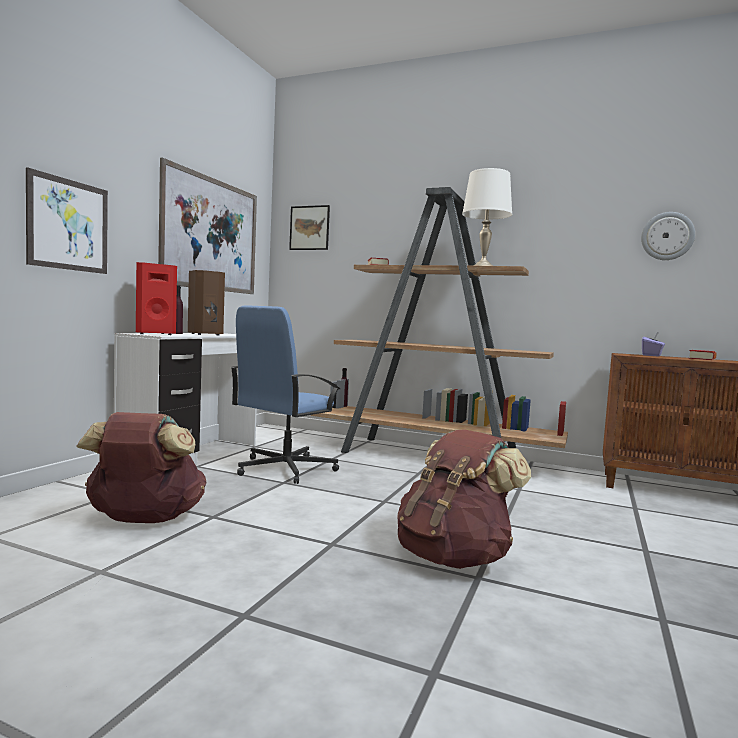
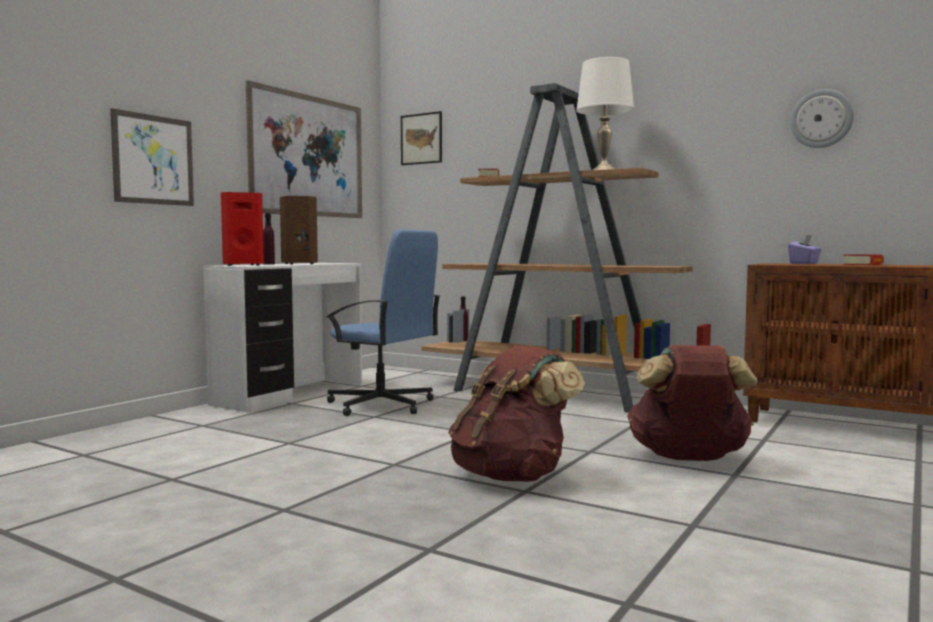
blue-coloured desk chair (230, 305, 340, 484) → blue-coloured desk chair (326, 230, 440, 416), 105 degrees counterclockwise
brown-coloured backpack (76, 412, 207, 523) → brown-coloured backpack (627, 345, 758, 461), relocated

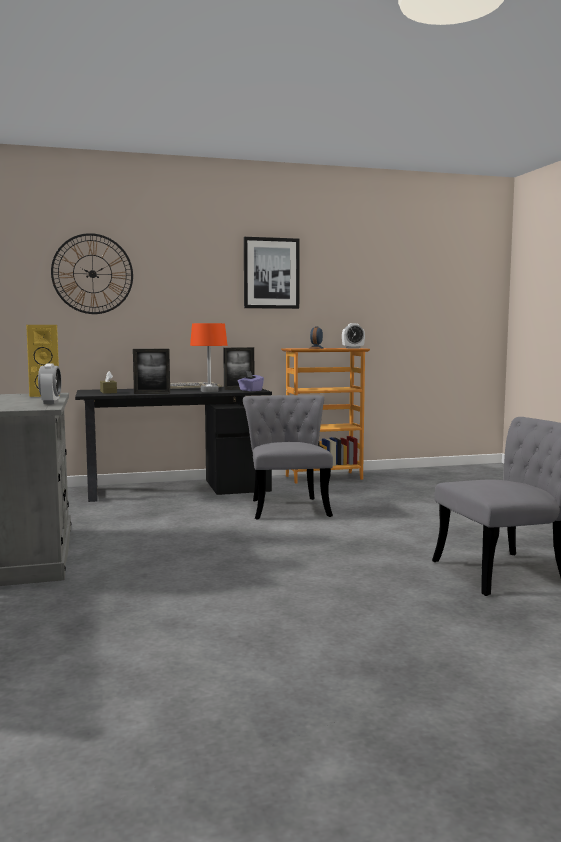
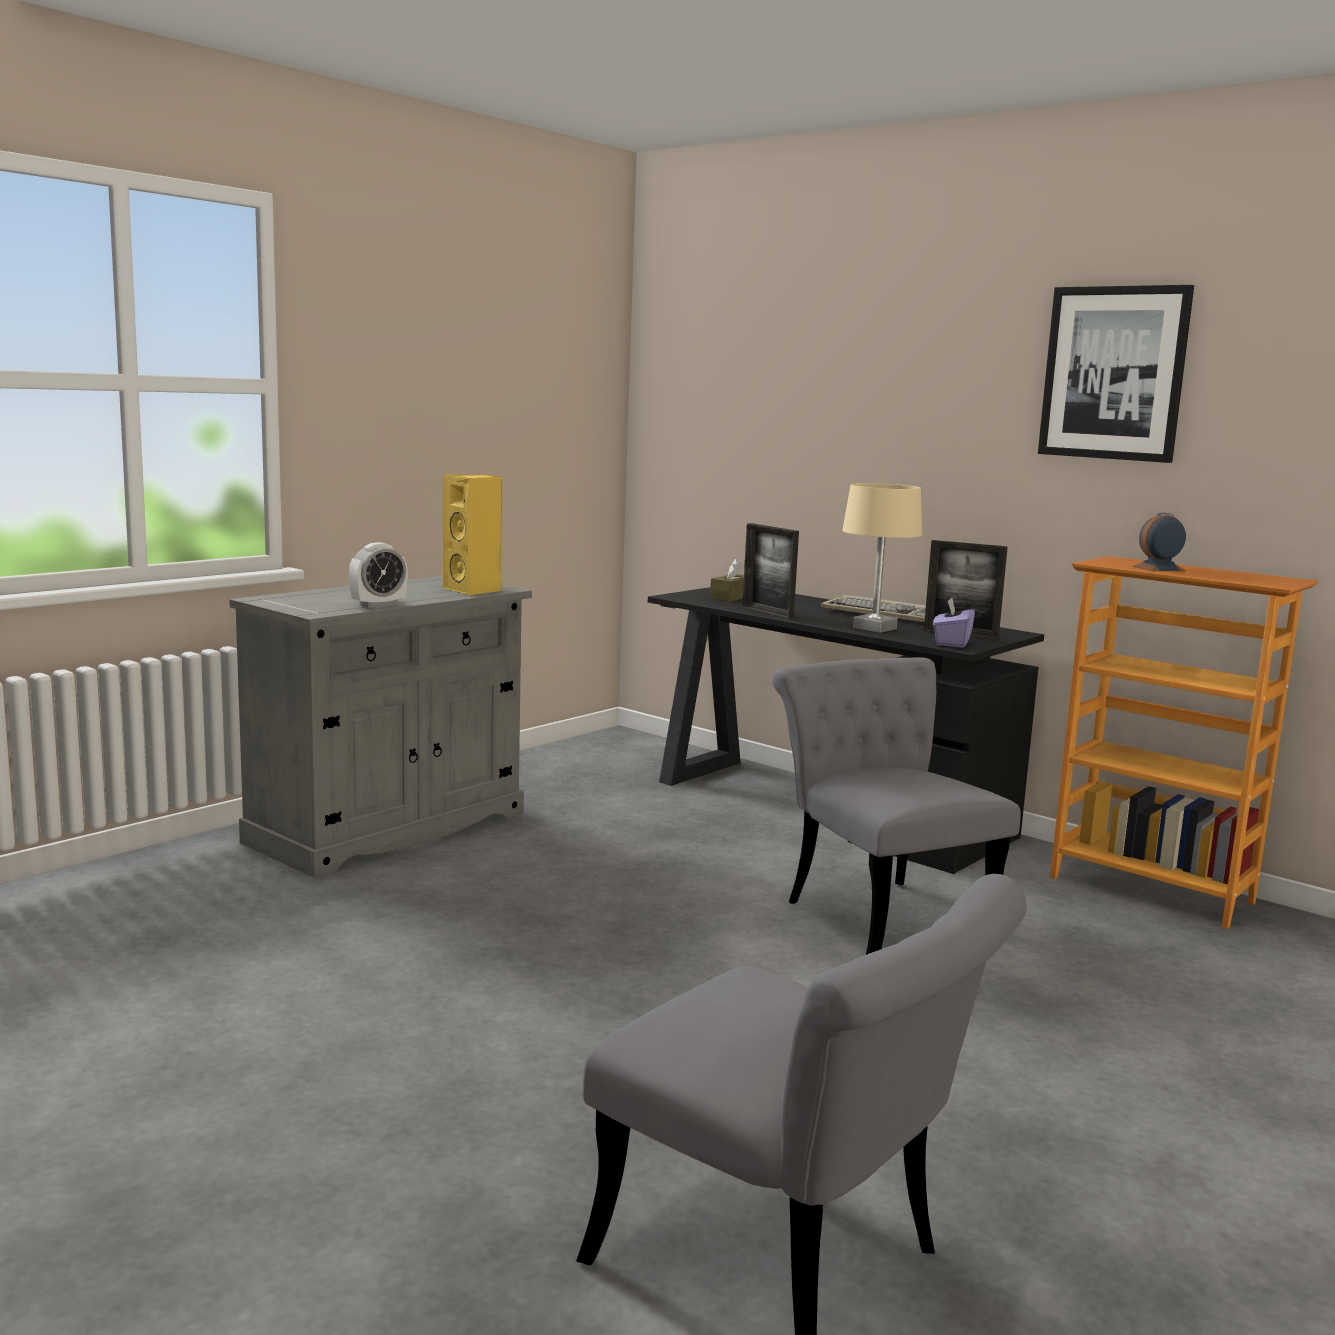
greyish upright chair (243, 395, 333, 519) → greyish upright chair (772, 657, 1021, 955), 75 degrees counterclockwise
orange table lamp (190, 323, 227, 392) → sand-coloured table lamp (842, 483, 922, 633)
wall clock (51, 233, 133, 314) → -
alarm clock (342, 323, 365, 348) → -

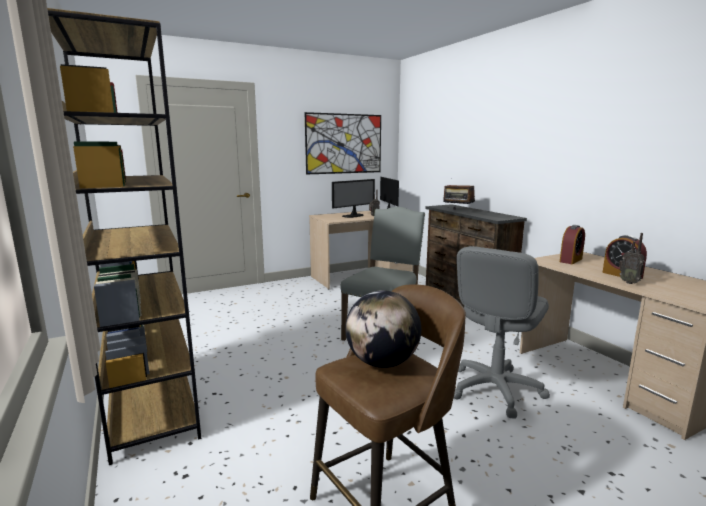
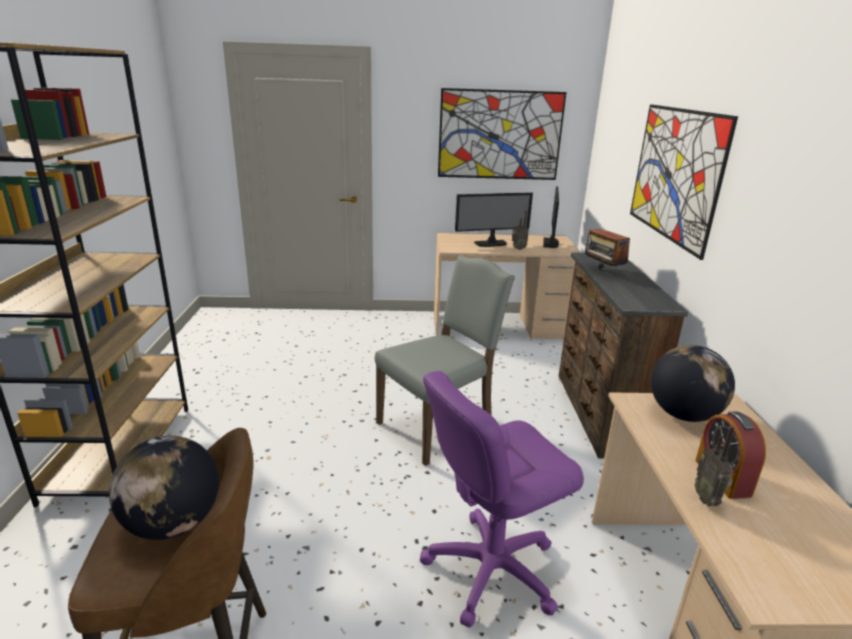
greyish desk chair (454, 246, 550, 418) → purplish desk chair (420, 371, 584, 628)
- → wall art (630, 104, 738, 260)
alarm clock (560, 225, 585, 264) → world globe (651, 345, 735, 422)

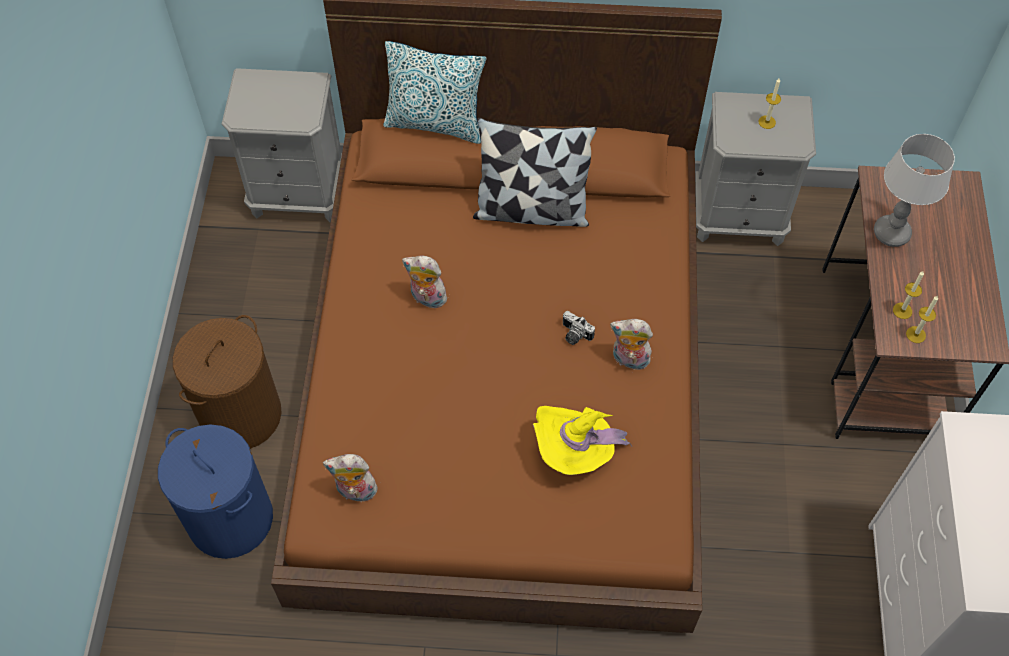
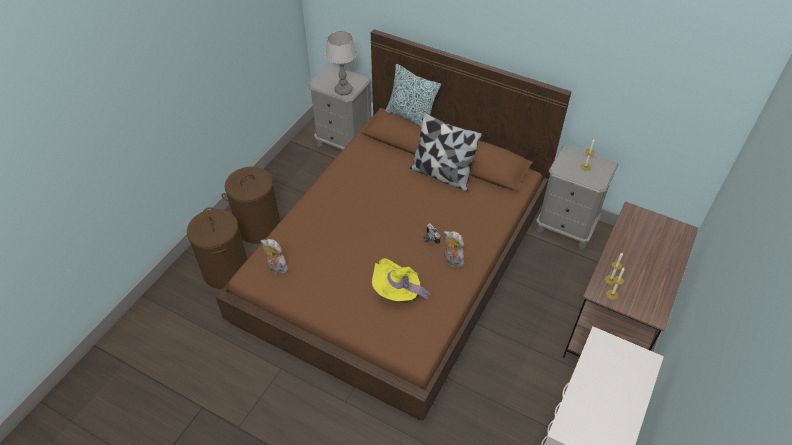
blue-coloured laundry basket (158, 425, 273, 559) → brown-coloured laundry basket (187, 207, 247, 289)
table lamp (874, 134, 955, 247) → table lamp (326, 31, 357, 95), relocated
plush toy (402, 256, 447, 308) → -

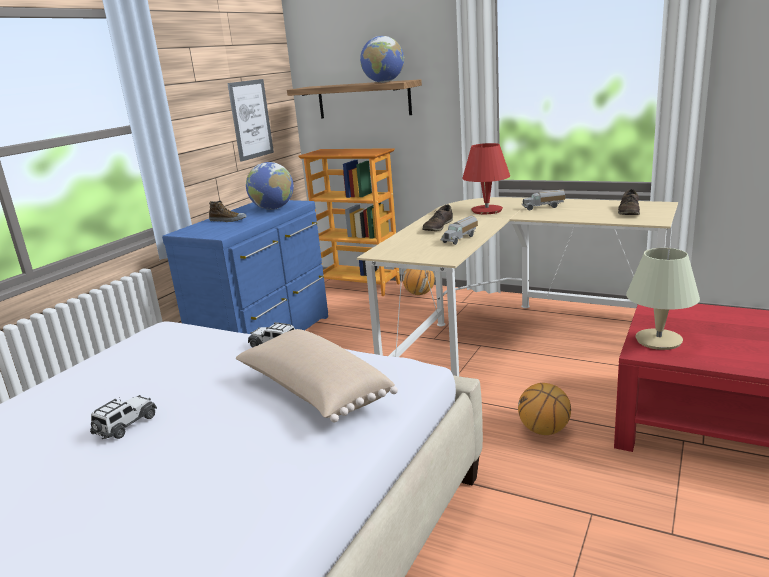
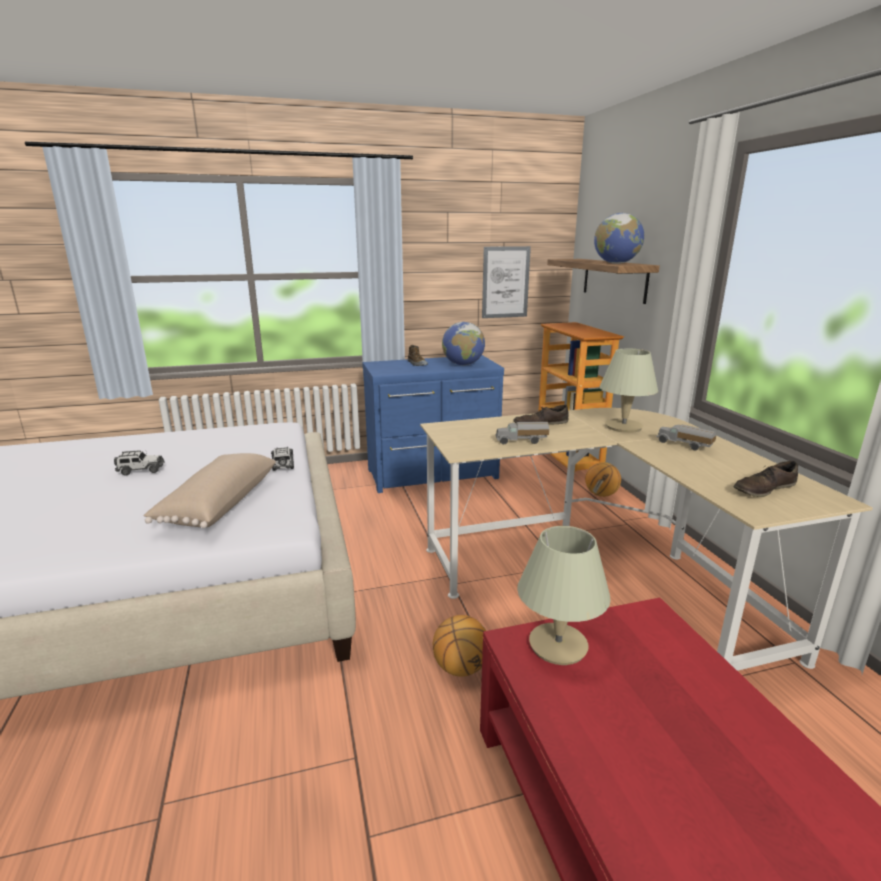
reddish table lamp (462, 143, 510, 214) → sand-coloured table lamp (600, 348, 658, 433)

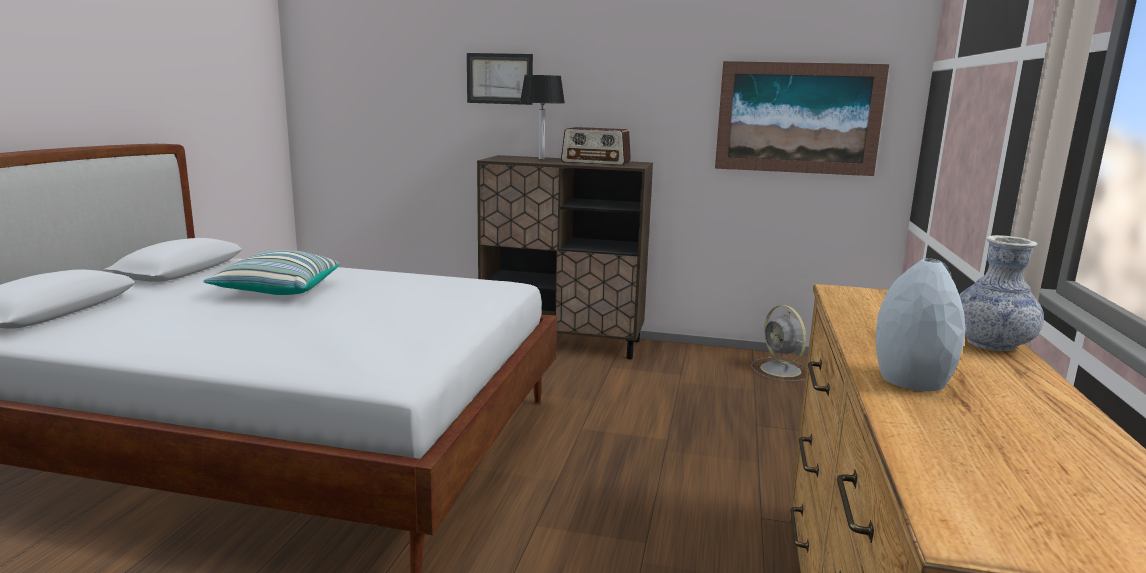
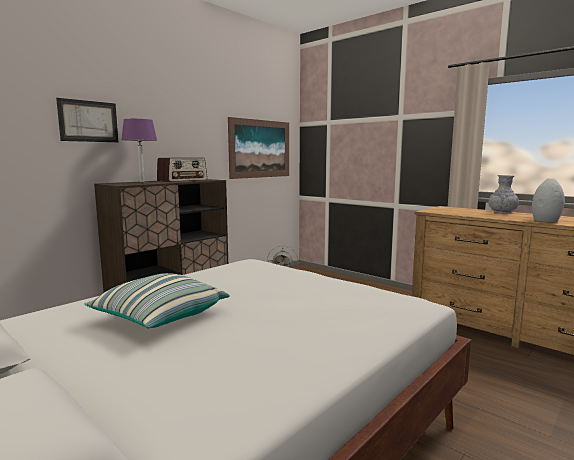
black-coloured table lamp (520, 75, 565, 159) → purplish table lamp (121, 119, 157, 182)

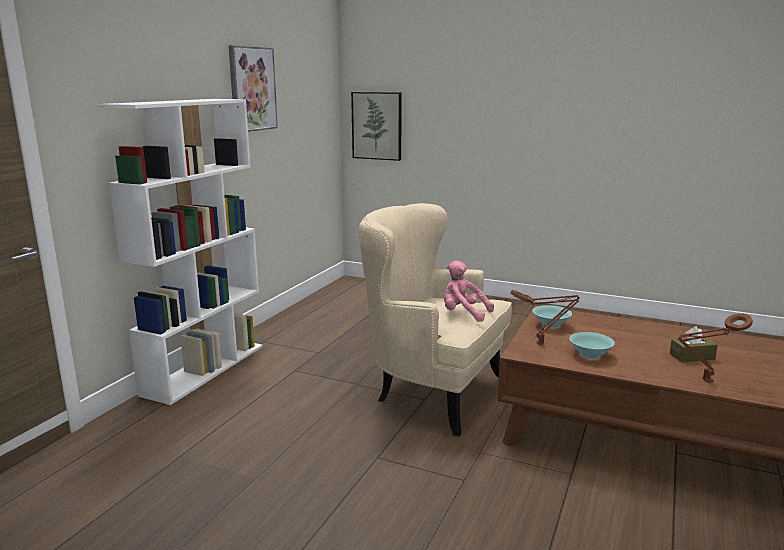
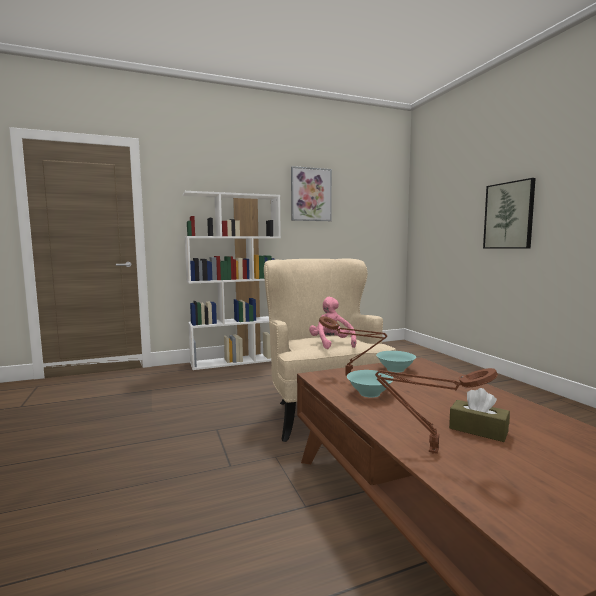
wall art (351, 92, 402, 161) → wall art (483, 178, 536, 248), relocated

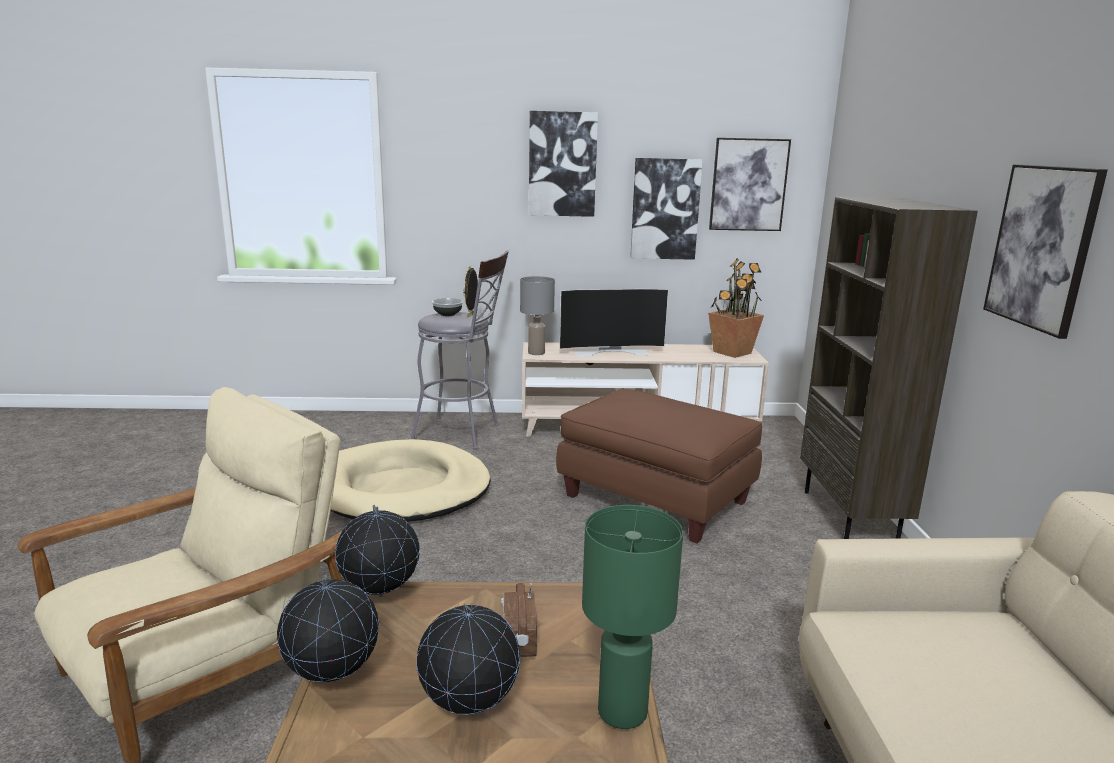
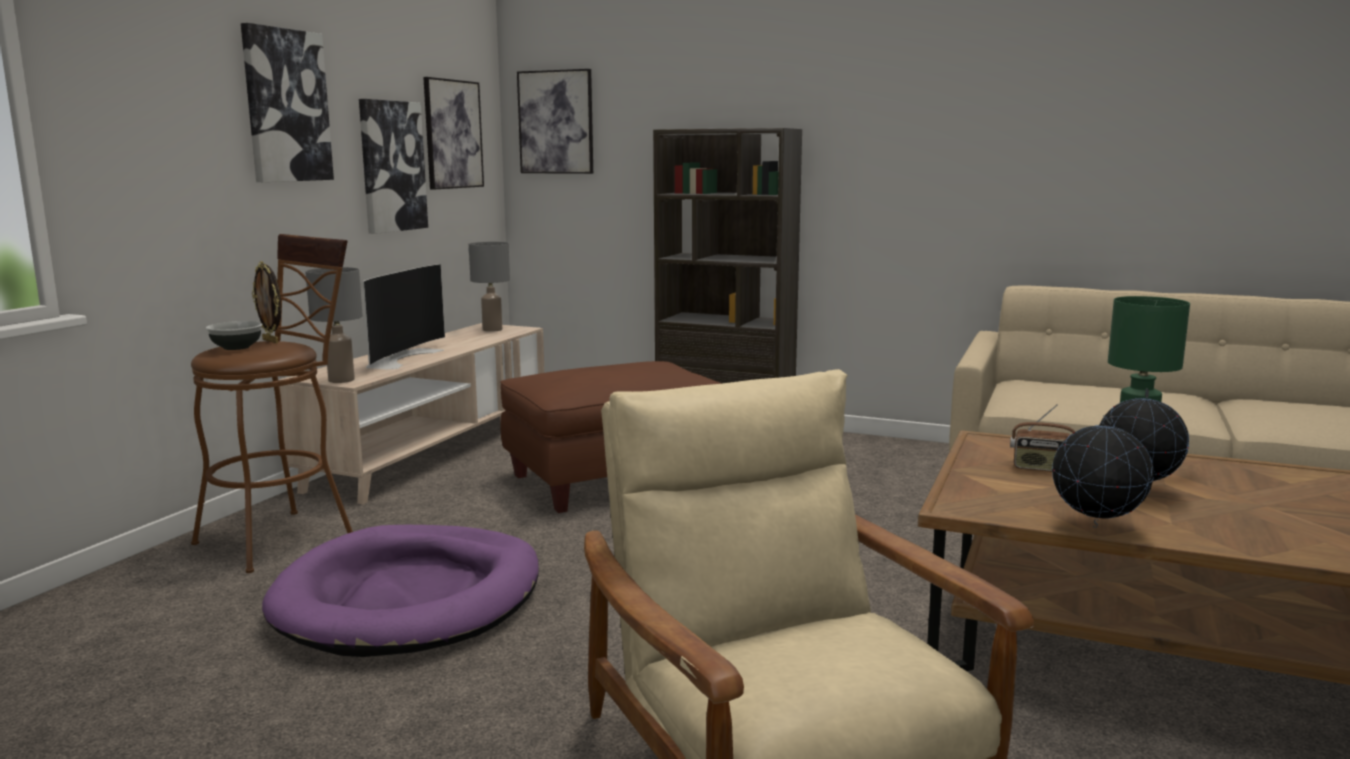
greyish stool seat (411, 251, 509, 450) → brown-coloured stool seat (191, 234, 353, 573)
sand-coloured dog bed (331, 439, 490, 522) → purplish dog bed (262, 525, 539, 657)
plant in a pot (708, 258, 764, 358) → greyish table lamp (469, 242, 510, 332)
wall art (983, 164, 1108, 339) → wall art (517, 69, 593, 174), relocated
world globe (335, 505, 420, 597) → -

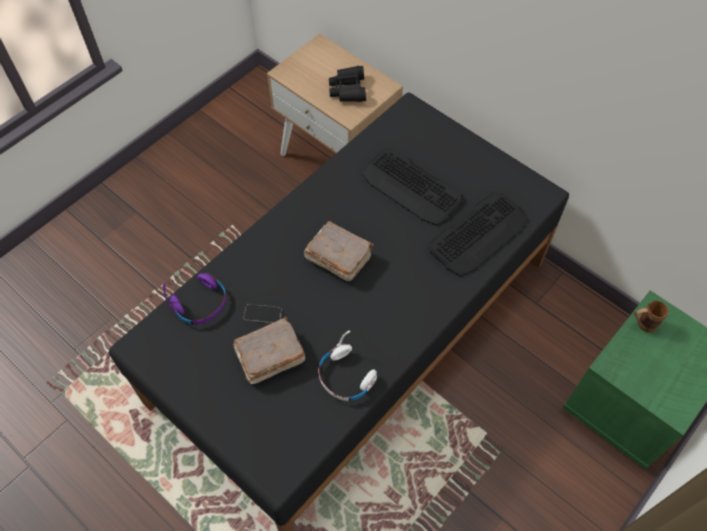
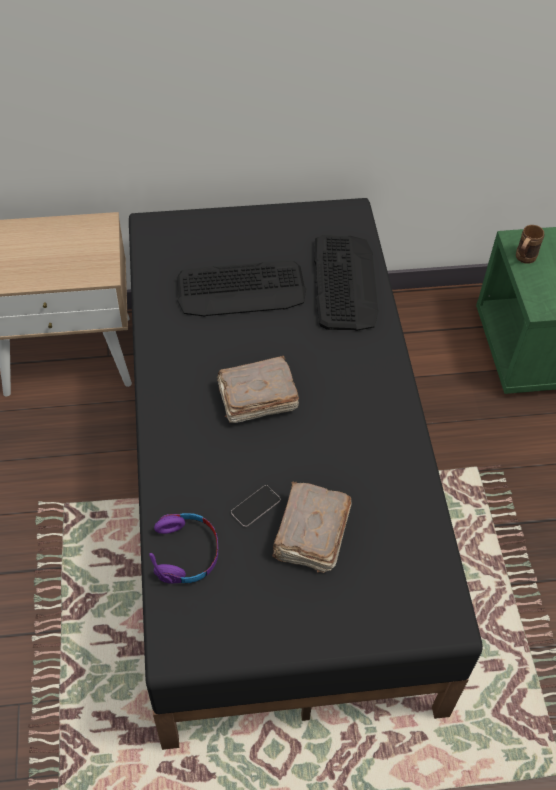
white pair of headphones (318, 331, 377, 401) → -
black-coloured binoculars (329, 66, 366, 102) → -

